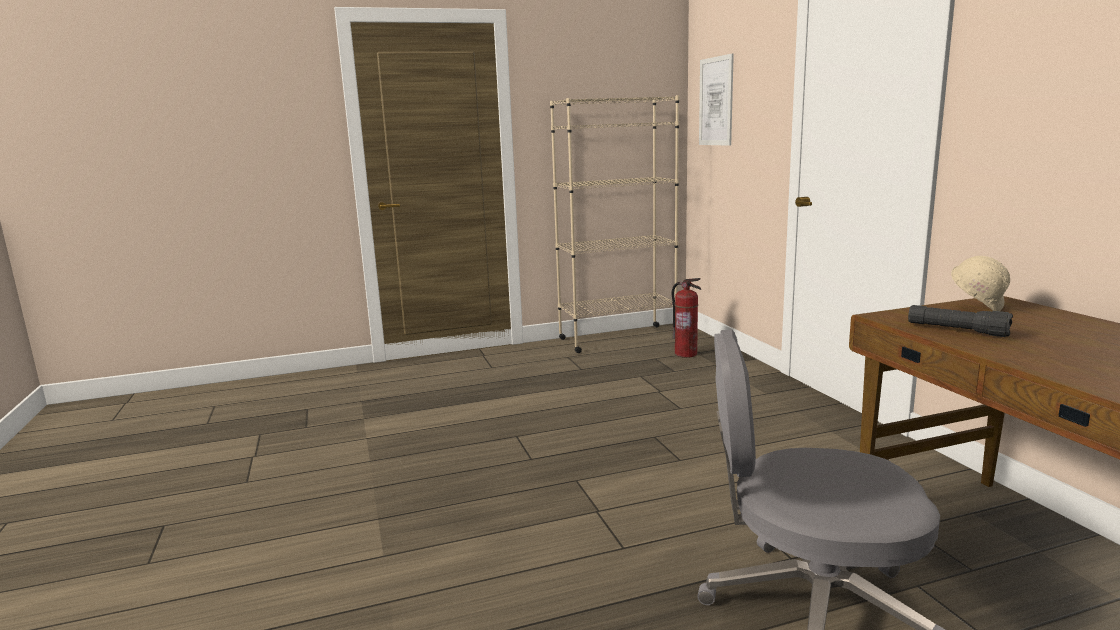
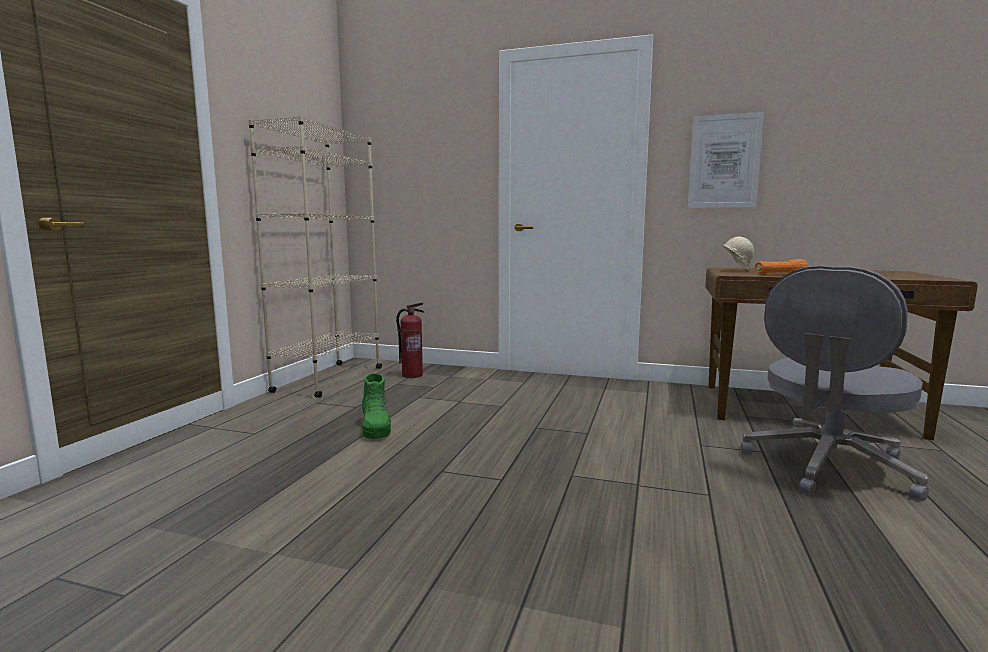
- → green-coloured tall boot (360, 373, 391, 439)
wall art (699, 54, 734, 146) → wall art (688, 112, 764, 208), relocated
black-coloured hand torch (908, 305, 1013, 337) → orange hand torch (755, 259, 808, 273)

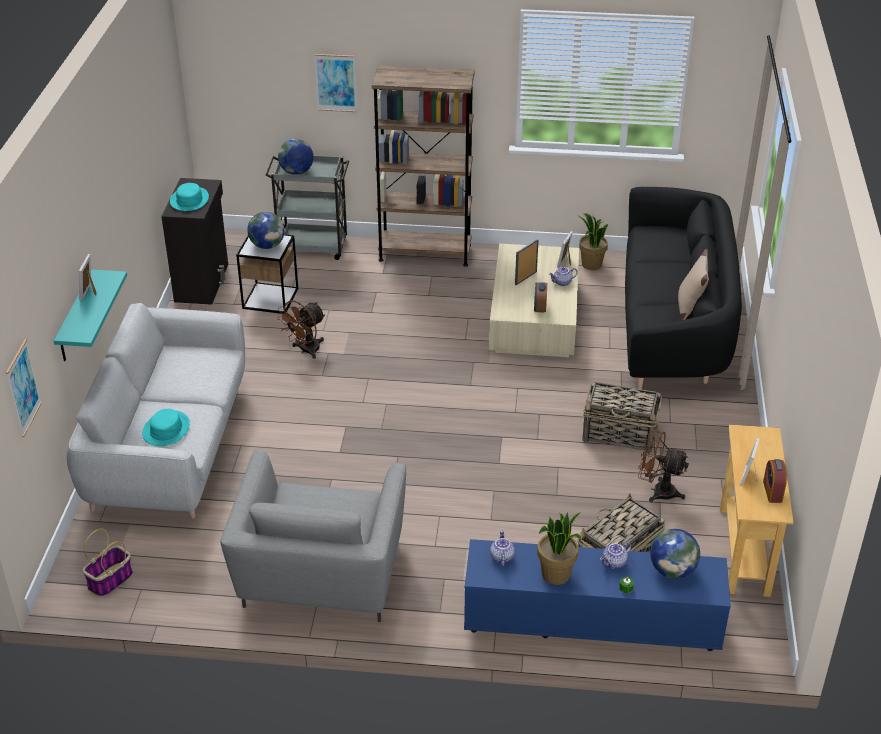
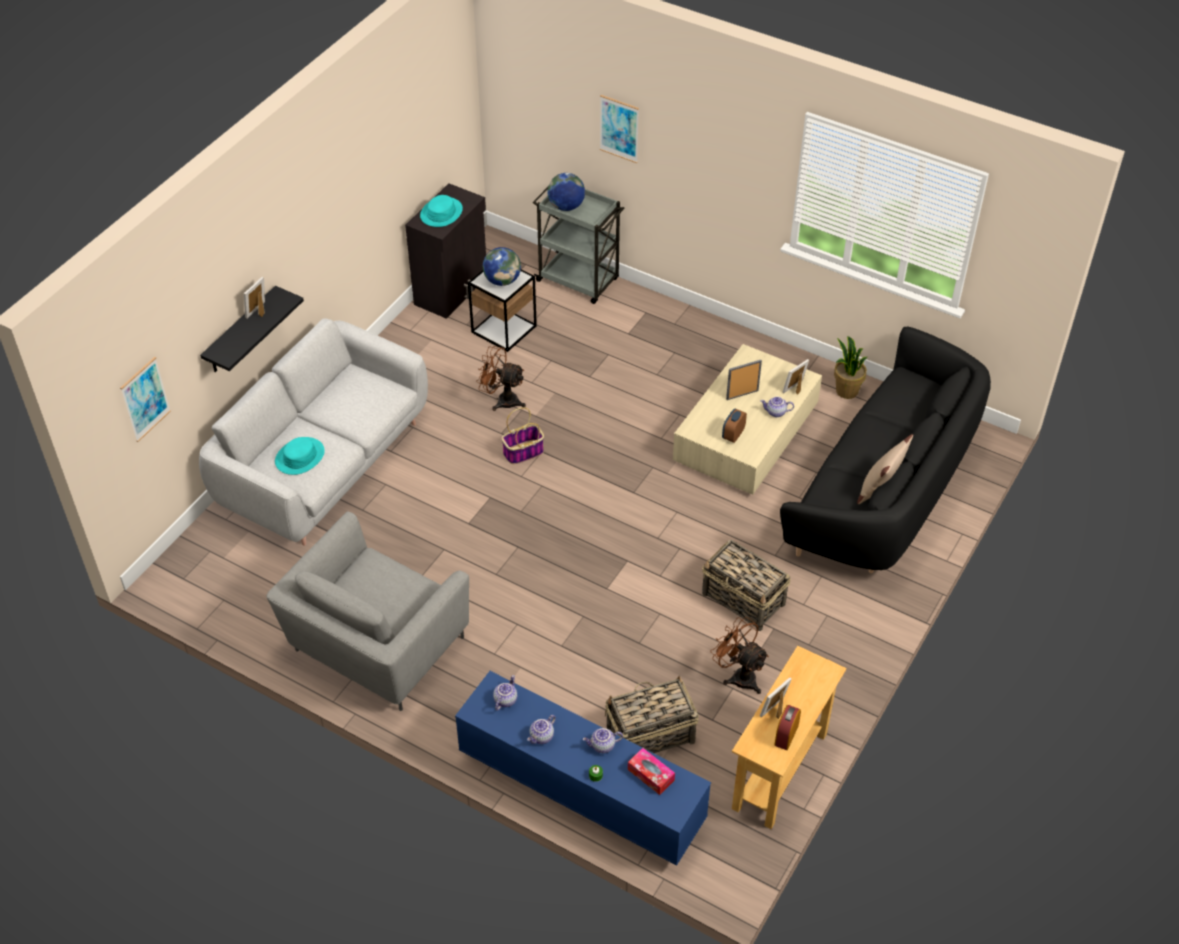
turquoise-coloured bracket shelf (54, 270, 127, 361) → black-coloured bracket shelf (200, 286, 304, 372)
brown-coloured fan (277, 301, 325, 359) → brown-coloured fan (476, 346, 526, 411), 45 degrees clockwise
storage basket (82, 528, 133, 597) → storage basket (501, 407, 544, 464), relocated
plant in a pot (537, 512, 582, 585) → pot for tea (527, 715, 556, 744)
world globe (650, 529, 700, 579) → tissue box (628, 748, 675, 795)
brown-coloured bookcase (372, 65, 475, 267) → -

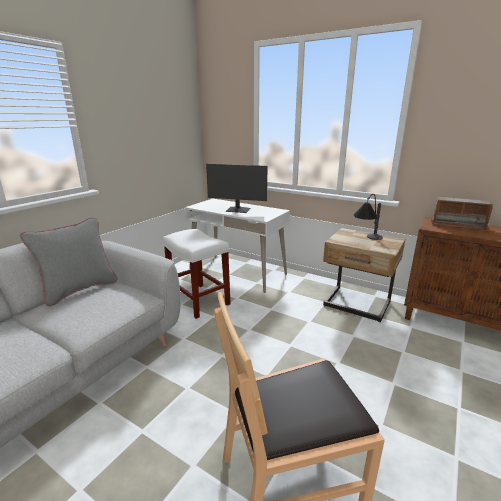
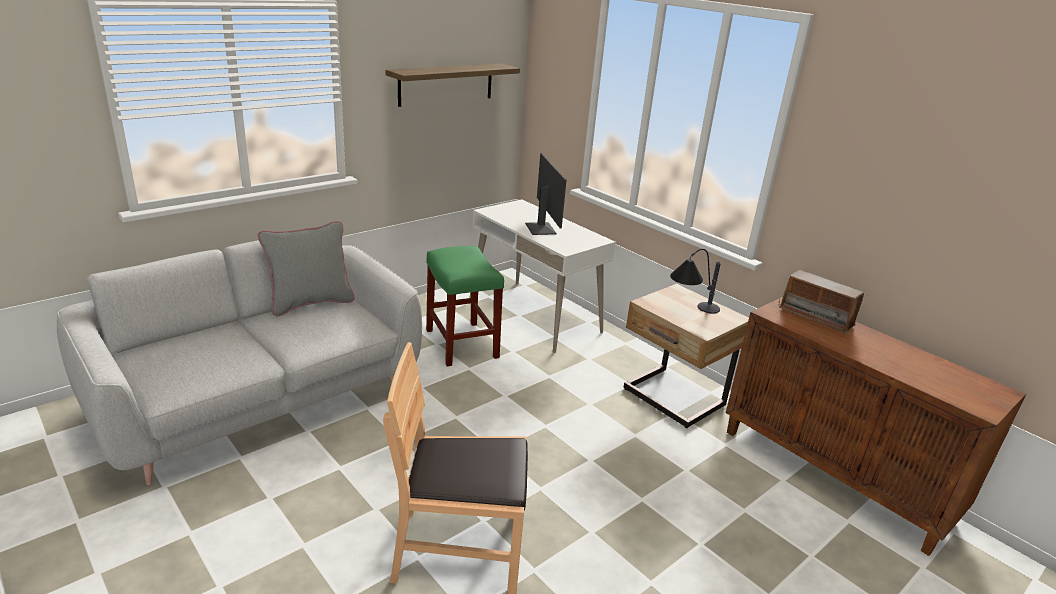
- → bracket shelf (385, 63, 520, 107)
white stool seat (163, 229, 231, 319) → green-coloured stool seat (426, 246, 504, 367)
computer screen (206, 164, 268, 213) → computer screen (525, 153, 567, 235), 135 degrees counterclockwise

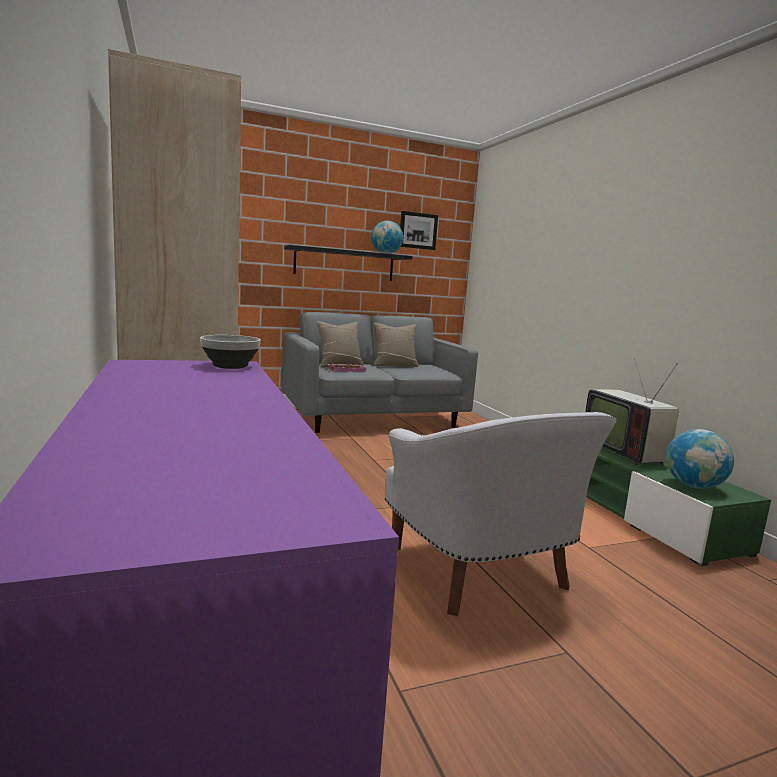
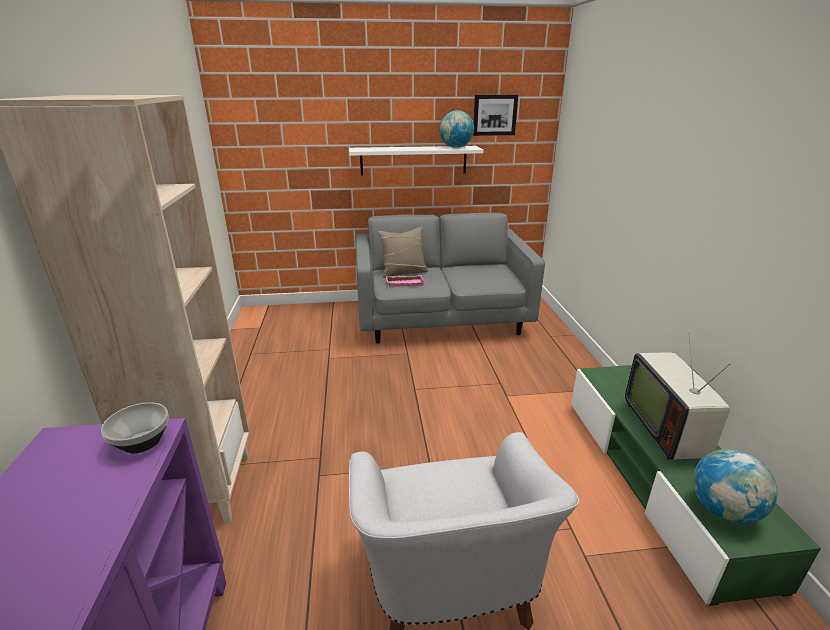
black-coloured bracket shelf (284, 245, 412, 281) → white bracket shelf (349, 146, 484, 176)
sand-coloured cushion (374, 322, 419, 367) → -

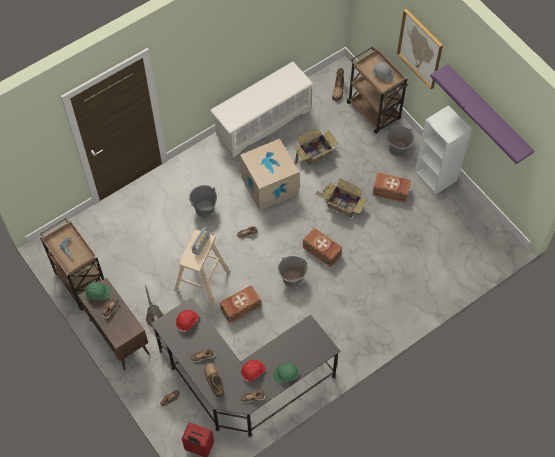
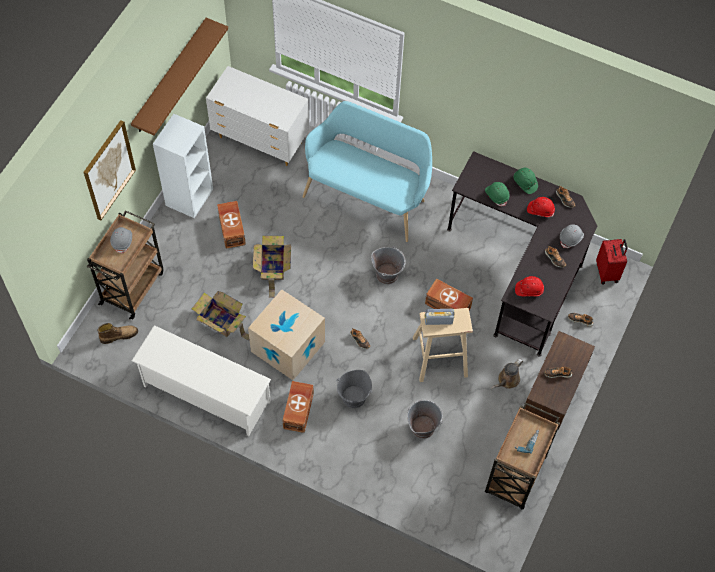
purplish bracket shelf (430, 64, 534, 164) → brown-coloured bracket shelf (131, 18, 228, 135)
- → white drawer chest (206, 66, 309, 166)
brown-coloured storage box (303, 228, 342, 268) → brown-coloured storage box (283, 381, 314, 433), relocated
- → turquoise-coloured indoor bench (302, 101, 432, 242)
greyish water bucket (388, 125, 415, 157) → greyish water bucket (407, 400, 443, 439), relocated
green-coloured work helmet (85, 282, 110, 300) → green-coloured work helmet (485, 182, 509, 206), relocated
tall boot (204, 362, 224, 397) → greyish work helmet (560, 224, 584, 248)

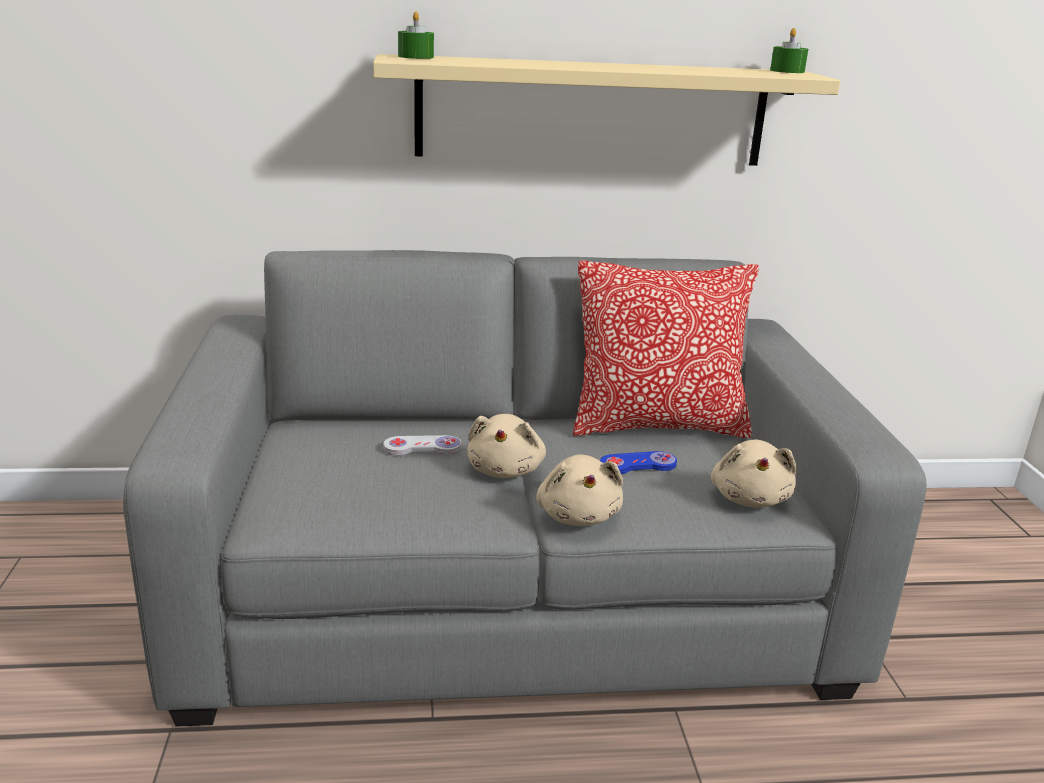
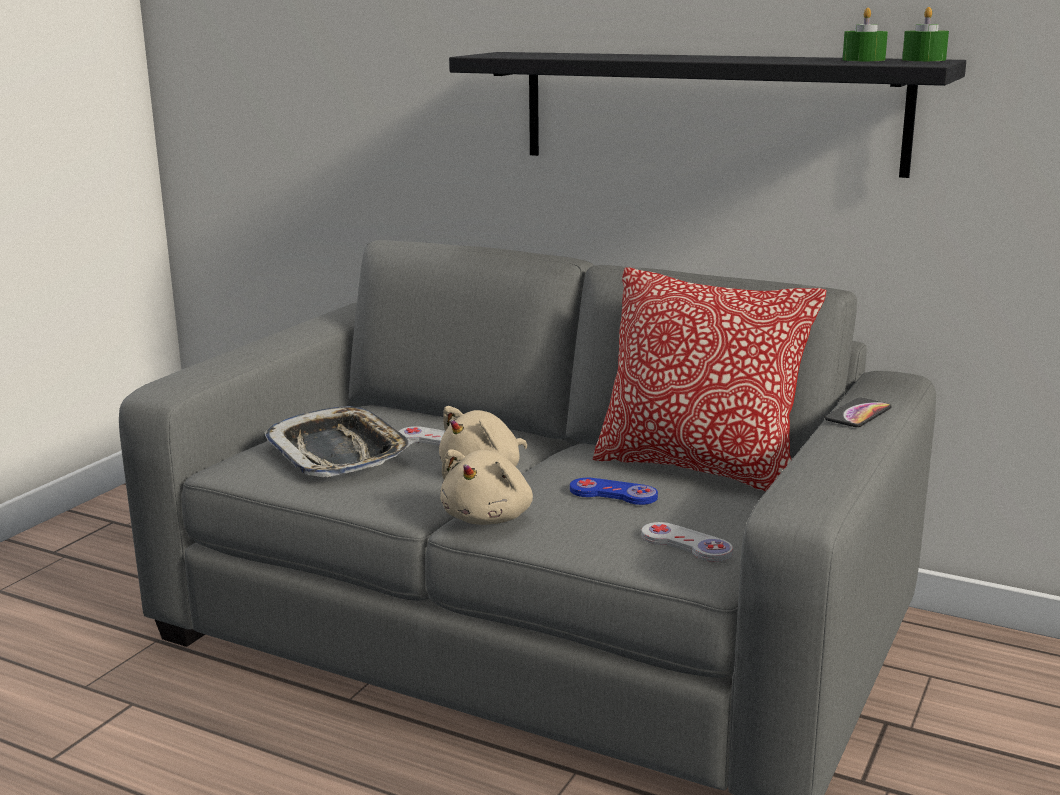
- → carrying tray (264, 406, 414, 477)
sand-coloured bracket shelf (373, 54, 840, 166) → black-coloured bracket shelf (449, 52, 966, 178)
sand-coloured plush toy (711, 440, 797, 508) → white gamepad (641, 522, 733, 562)
- → phone (825, 398, 892, 427)
green-coloured wax candle (398, 11, 434, 59) → green-coloured wax candle (843, 8, 888, 61), relocated

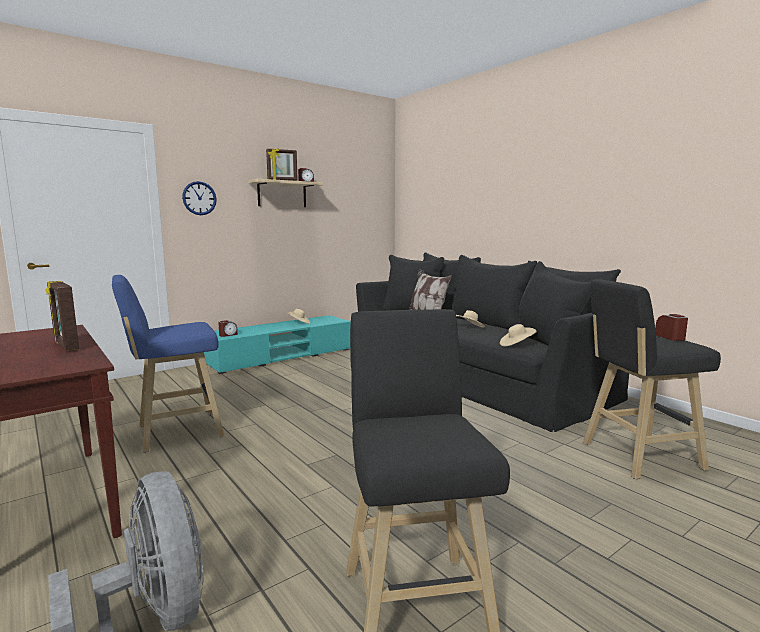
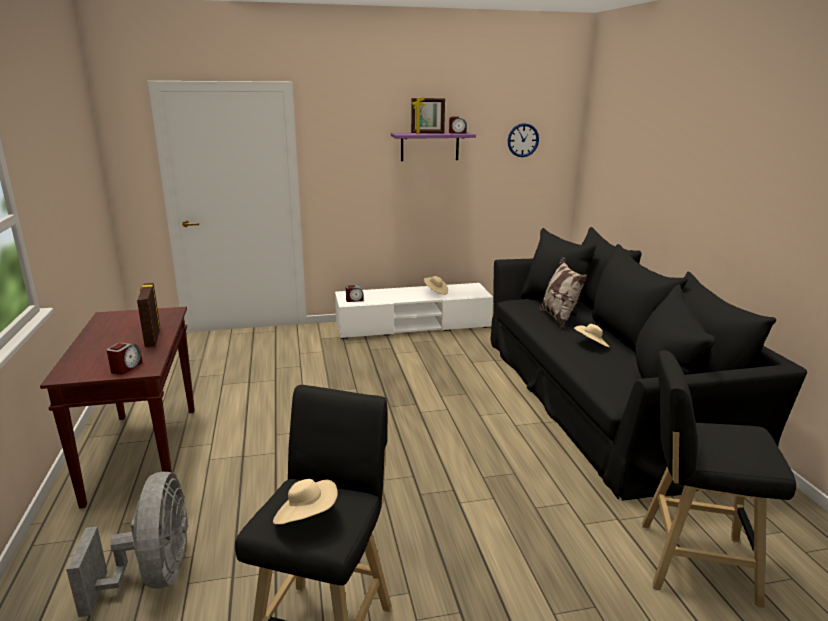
alarm clock (655, 314, 688, 341) → alarm clock (107, 343, 142, 375), relocated
sand-coloured hat (500, 324, 537, 346) → sand-coloured hat (273, 479, 338, 525), relocated
turquoise-coloured media console (204, 315, 351, 374) → white media console (335, 283, 493, 339)
sand-coloured bracket shelf (248, 179, 324, 207) → purplish bracket shelf (391, 132, 476, 161)
wall clock (182, 181, 217, 215) → wall clock (508, 123, 539, 157), relocated
blue-coloured stool seat (112, 275, 224, 453) → -

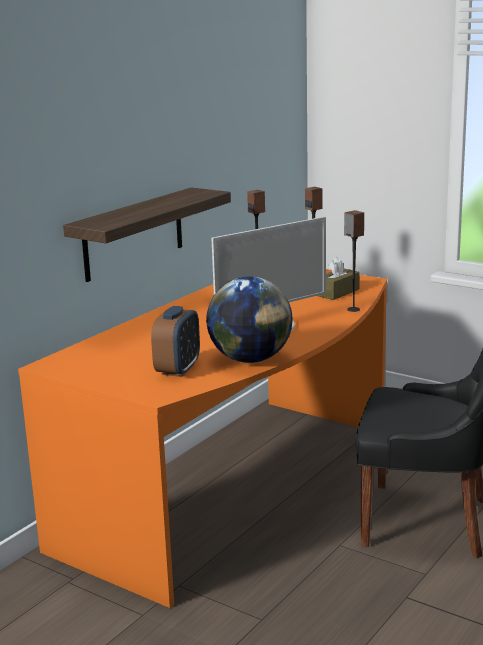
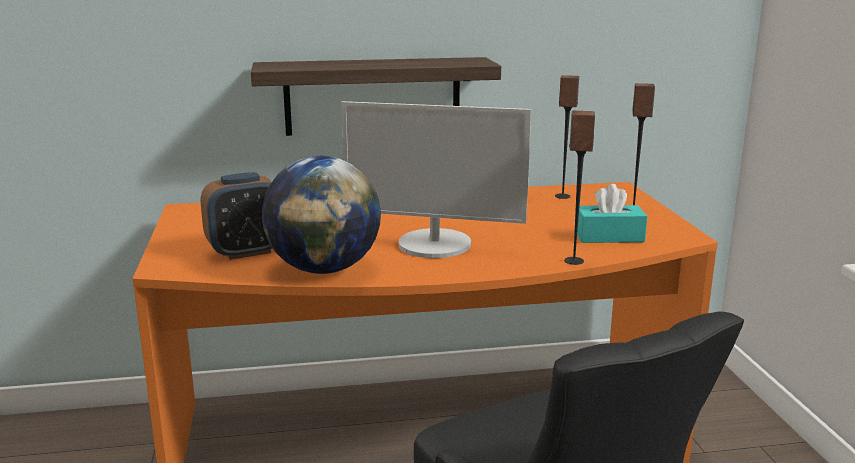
brown-coloured tissue box (318, 257, 360, 300) → turquoise-coloured tissue box (577, 184, 647, 243)

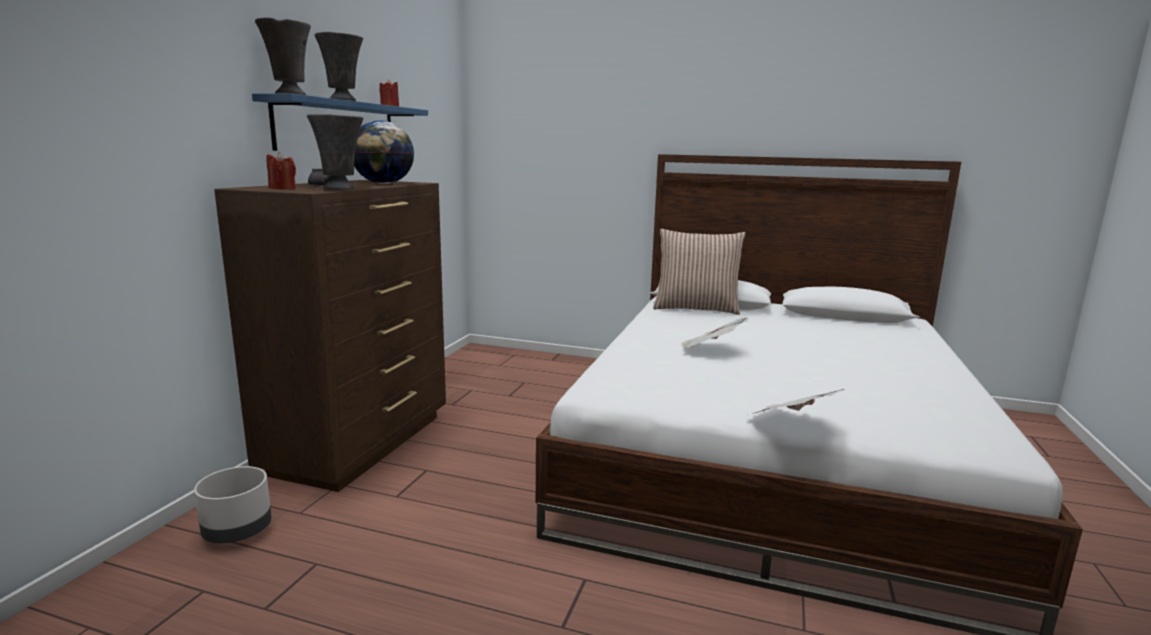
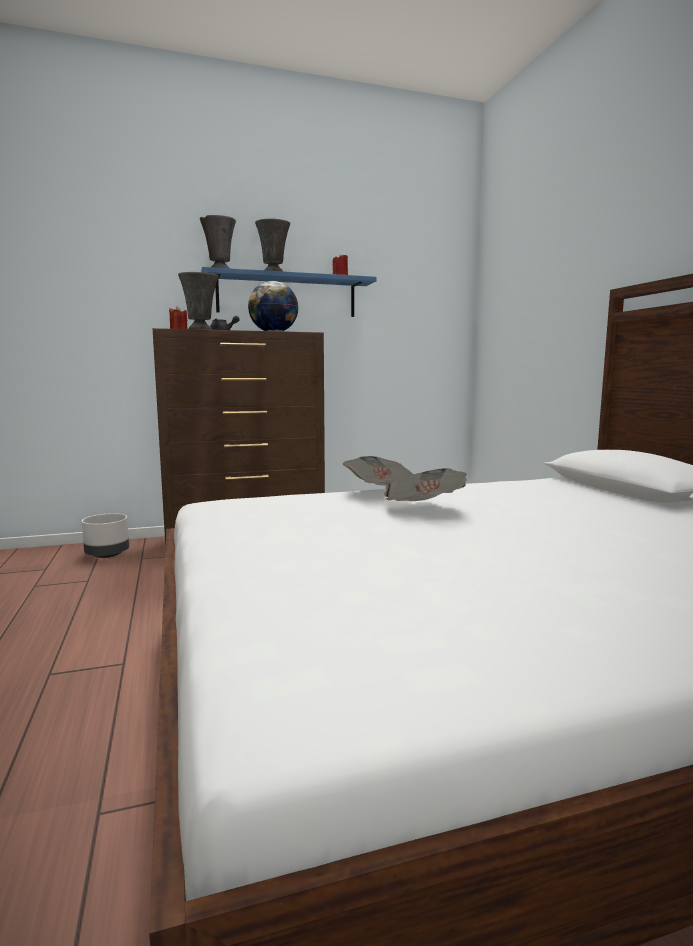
daily paper (747, 389, 845, 415) → daily paper (343, 456, 414, 486), relocated
cushion (653, 229, 746, 315) → -

